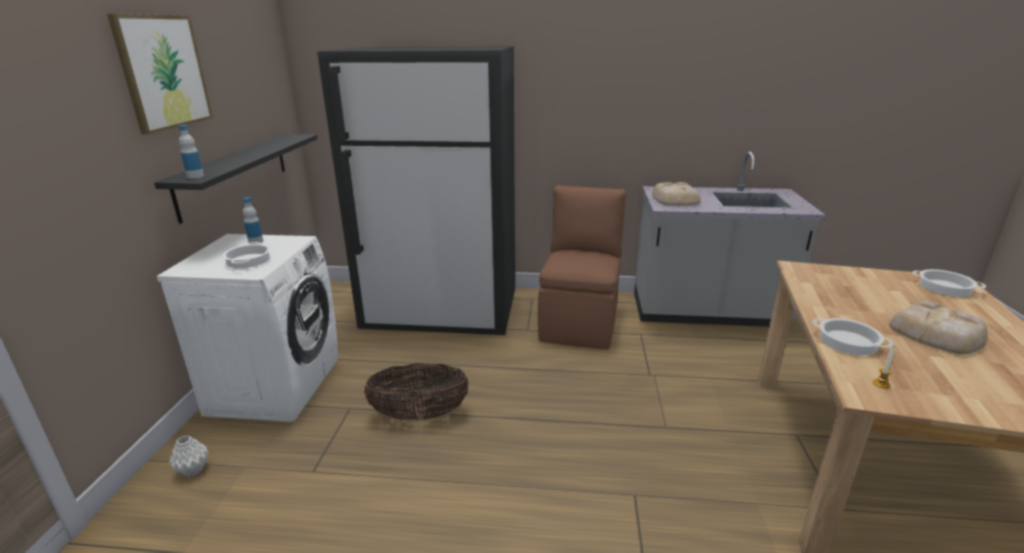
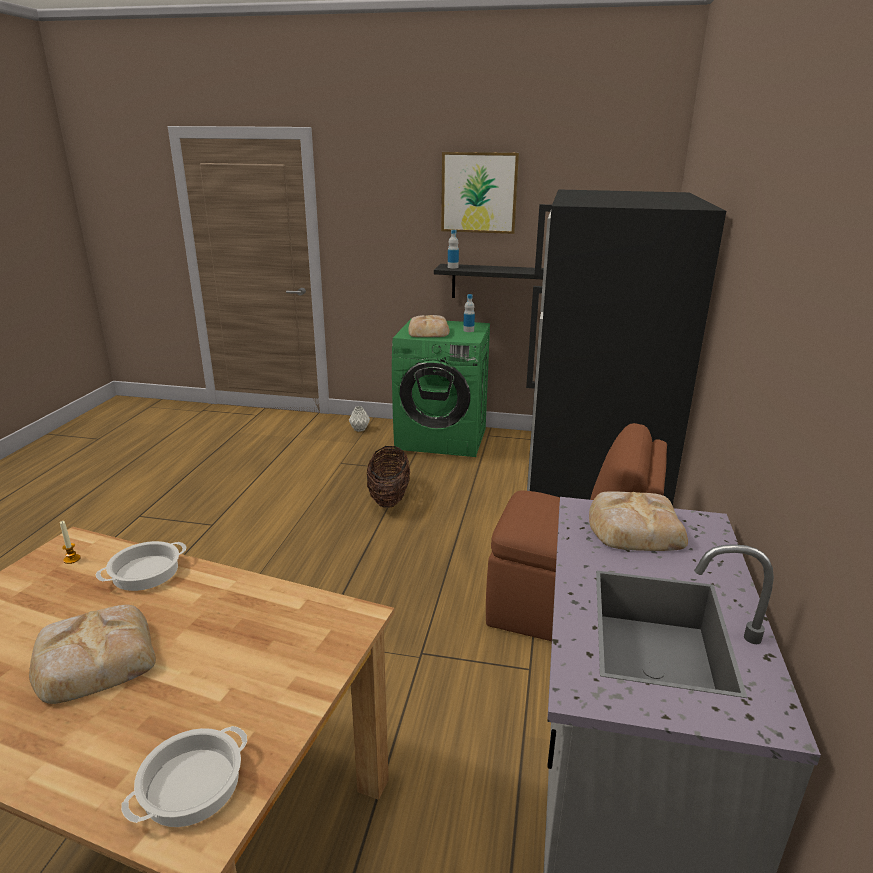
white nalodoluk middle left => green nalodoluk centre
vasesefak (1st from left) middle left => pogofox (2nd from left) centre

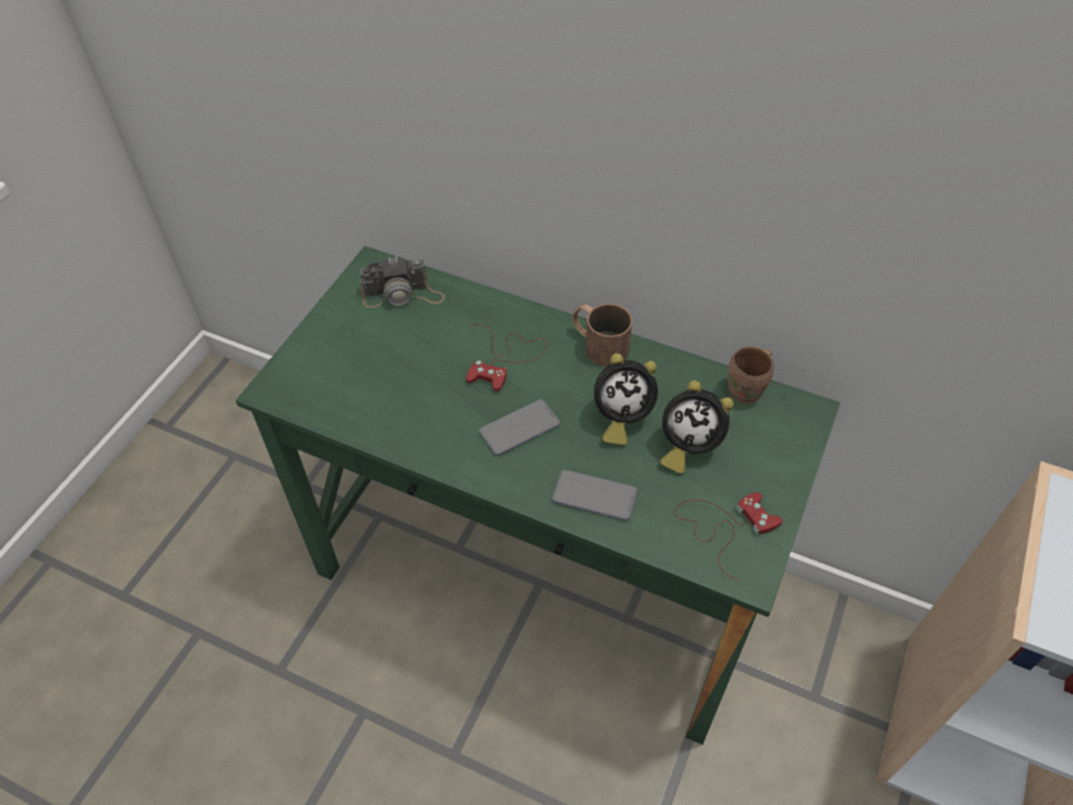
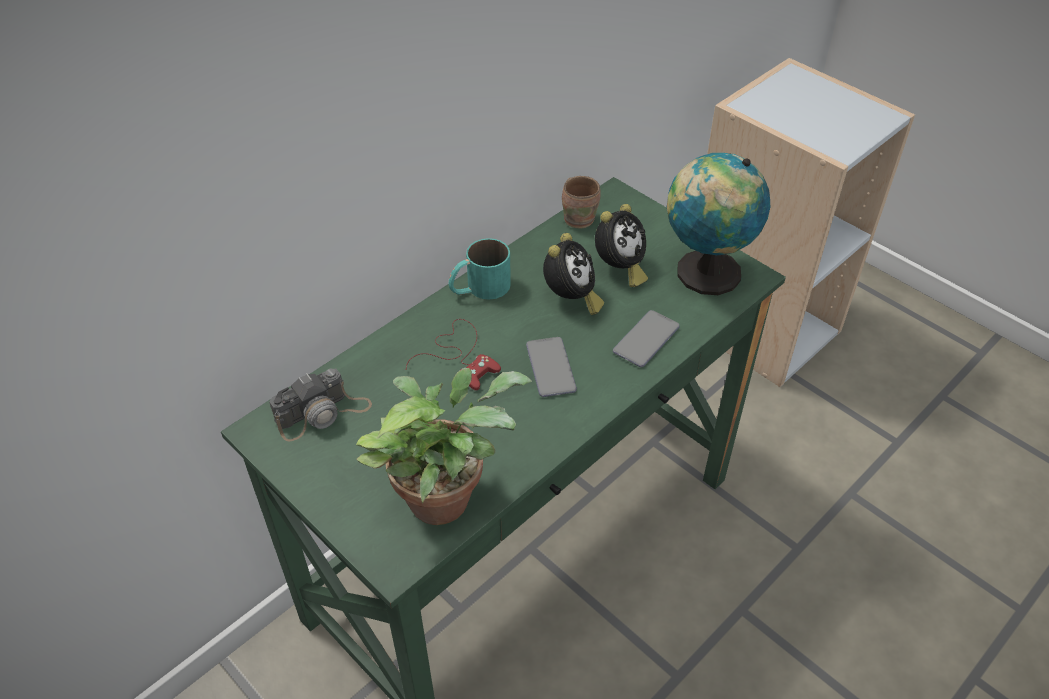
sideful centre => sideful middle left, 45 degrees clockwise
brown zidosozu (1st from left) centre => turquoise zidosozu centre
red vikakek (2nd from left) middle right => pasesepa top right
nothing => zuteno centre

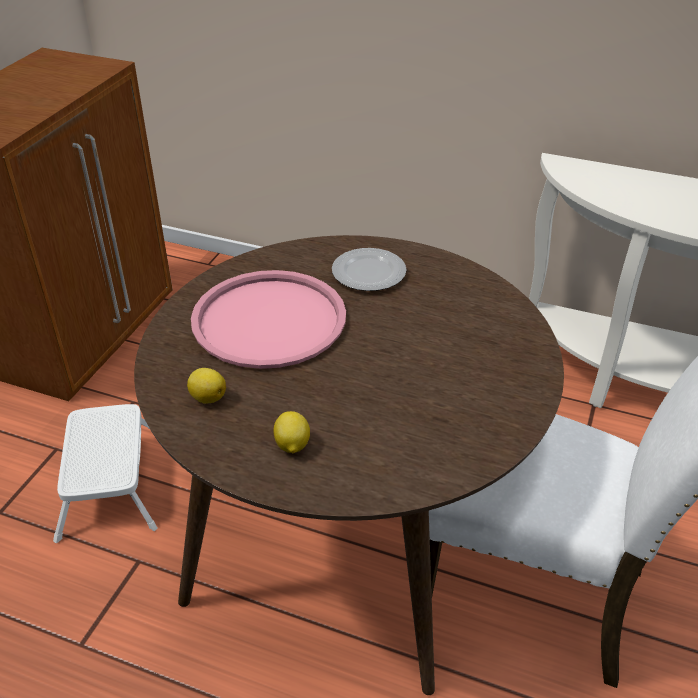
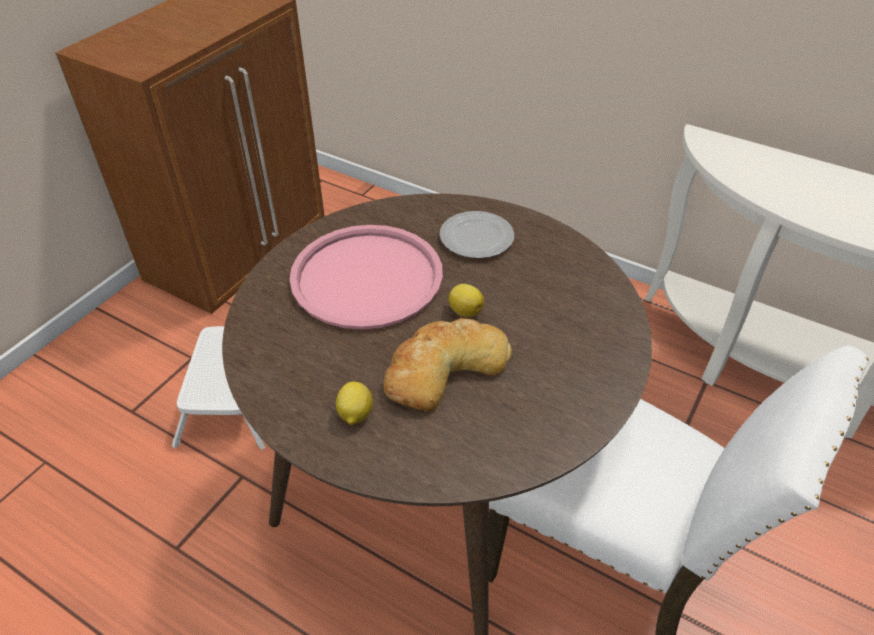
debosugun (1st from left in the first image) middle left => debosugun (2nd from left) centre, moved
nothing => pogofox centre

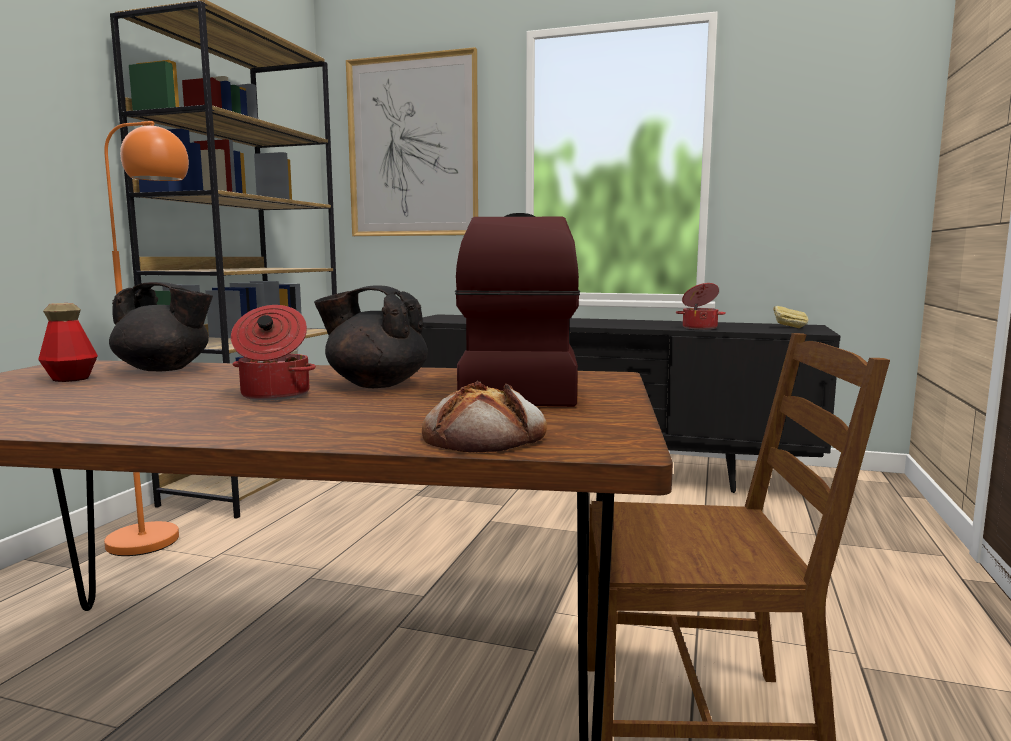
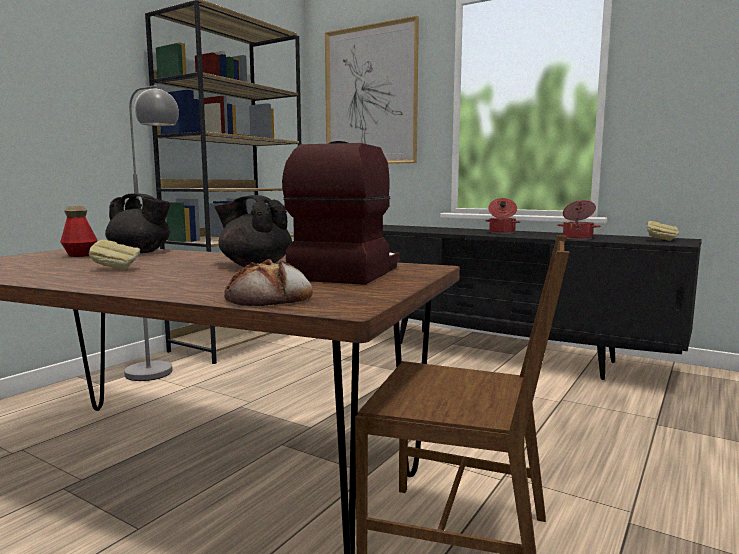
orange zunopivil middle left => grey zunopivil middle left
vasesefak (1st from left) middle left => vasesefak (1st from left) middle right, moved
nothing => pogofox (1st from left) middle left

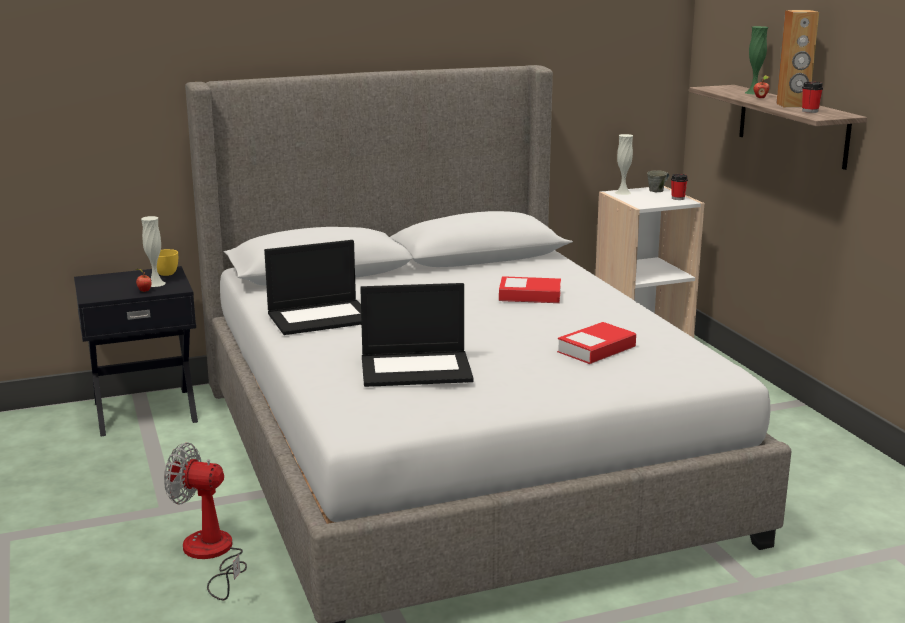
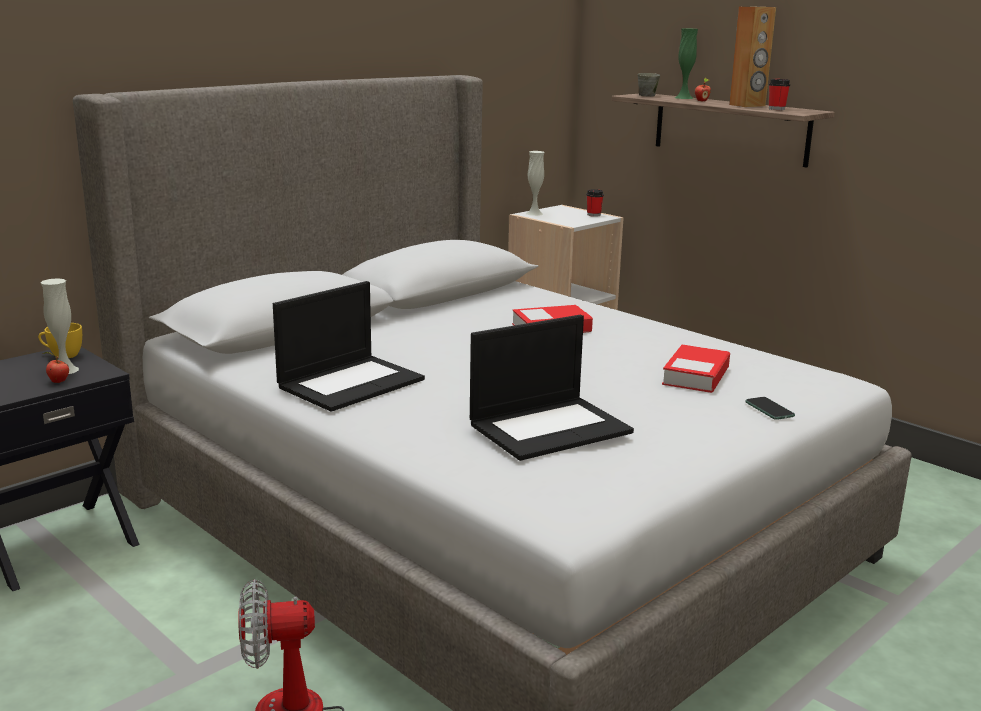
grey zidosozu top right => grey zidosozu top centre, moved
nothing => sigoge middle right

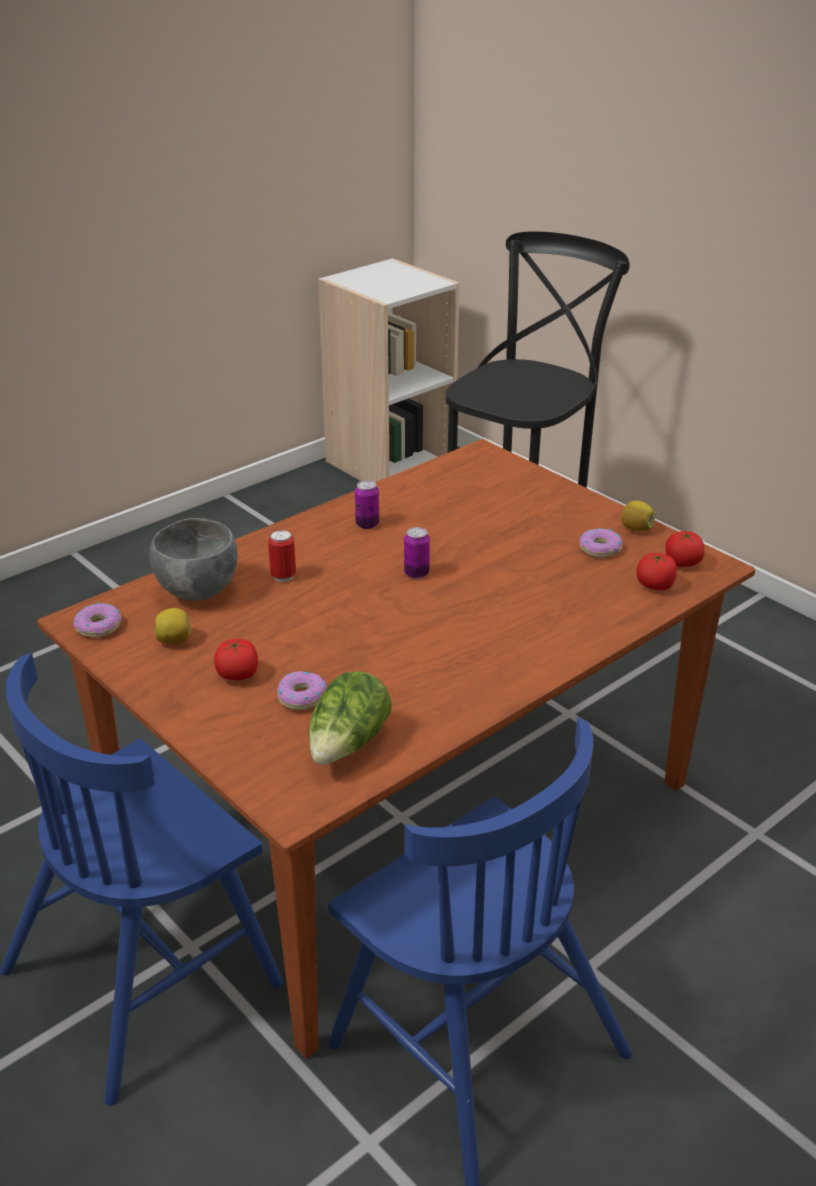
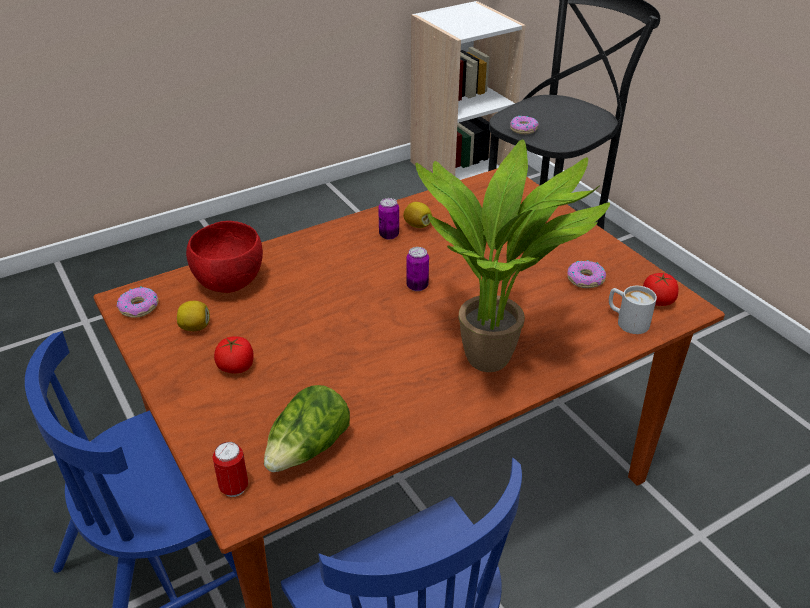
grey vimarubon middle left => red vimarubon middle left
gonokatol (1st from left) centre => gonokatol (1st from left) bottom left, moved
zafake (2nd from left) centre => zafake (2nd from left) top centre, moved
debosugun (2nd from left) middle right => debosugun (2nd from left) centre, moved
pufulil (2nd from left) middle right => white zidosozu middle right
nothing => zuteno centre

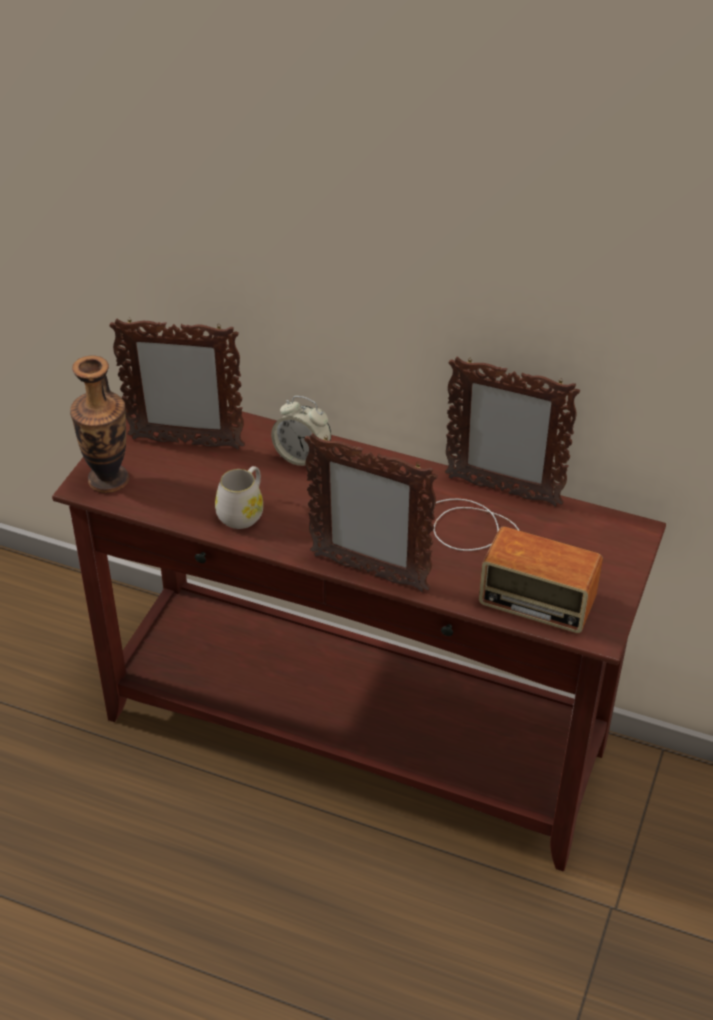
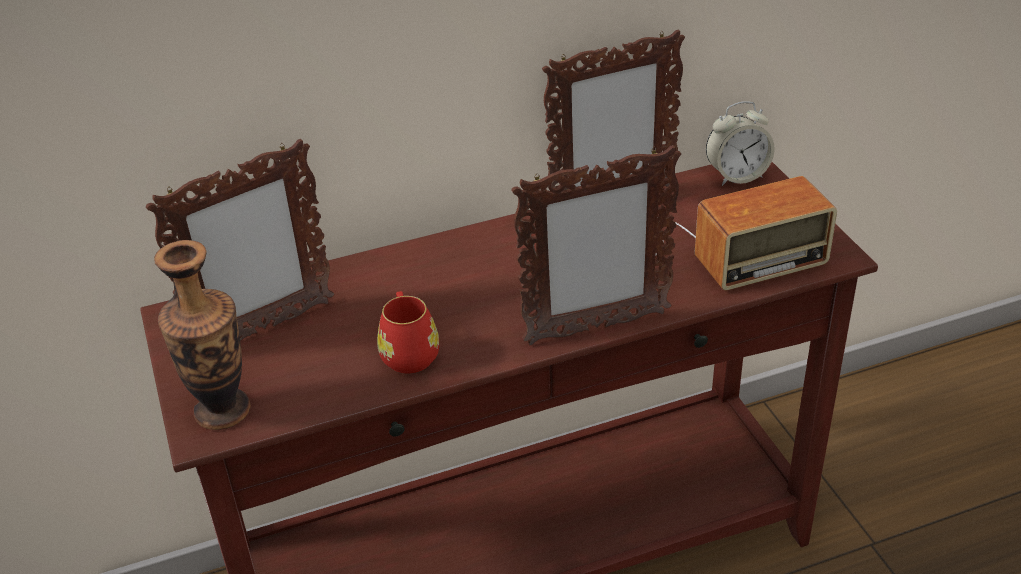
white zidosozu centre => red zidosozu centre
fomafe centre => fomafe top right, moved

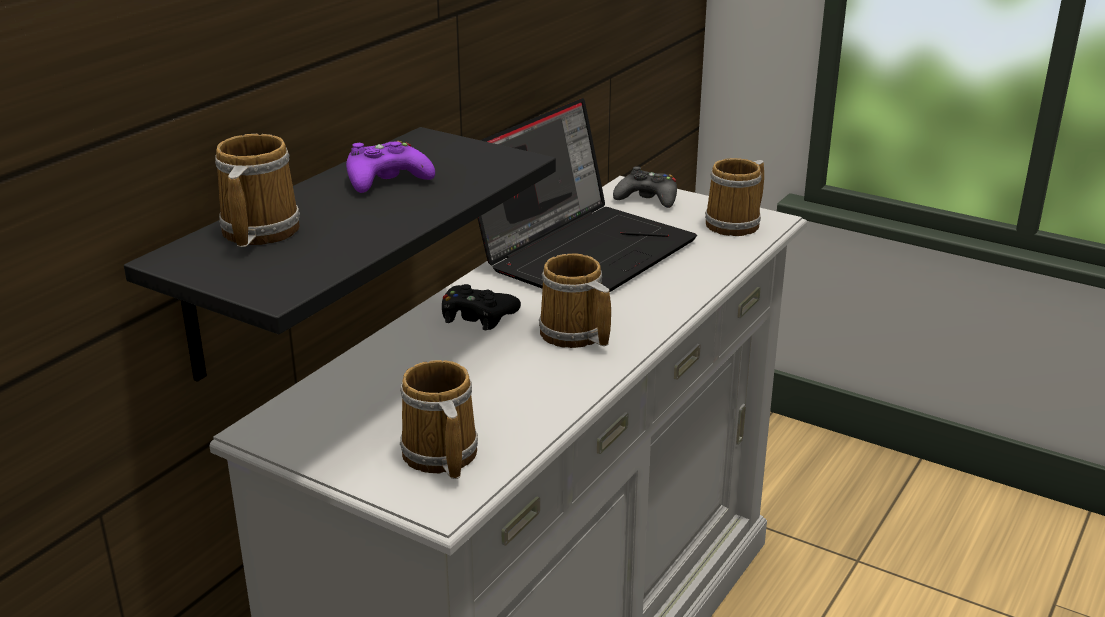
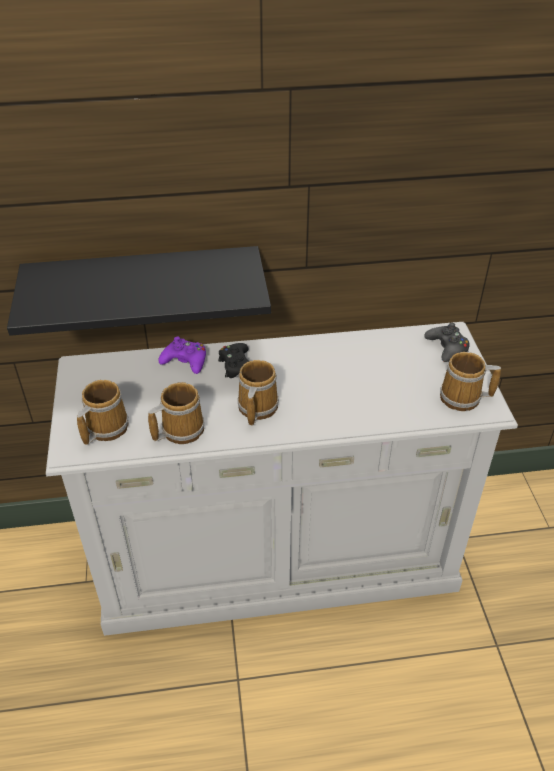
zidosozu (1st from left in the first image) top left => zidosozu (2nd from left) middle left, moved
purple vikakek top centre => purple vikakek middle left, moved
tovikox top centre => nothing

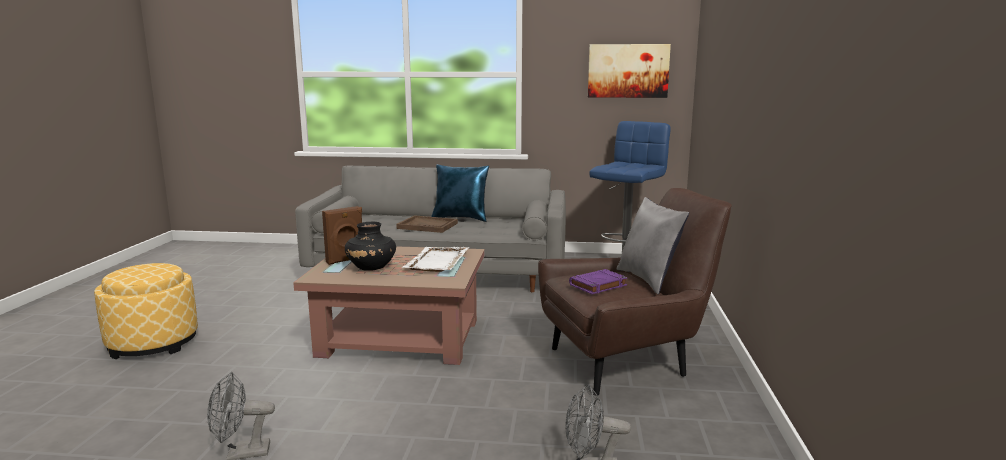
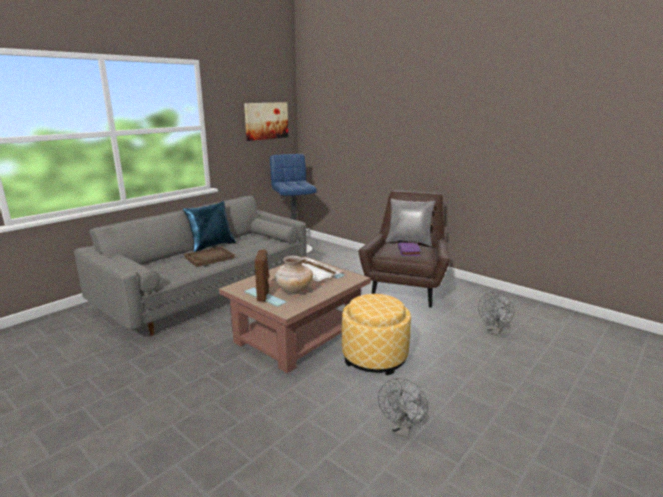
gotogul bottom left => gotogul bottom centre, moved
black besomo centre => beige besomo centre

